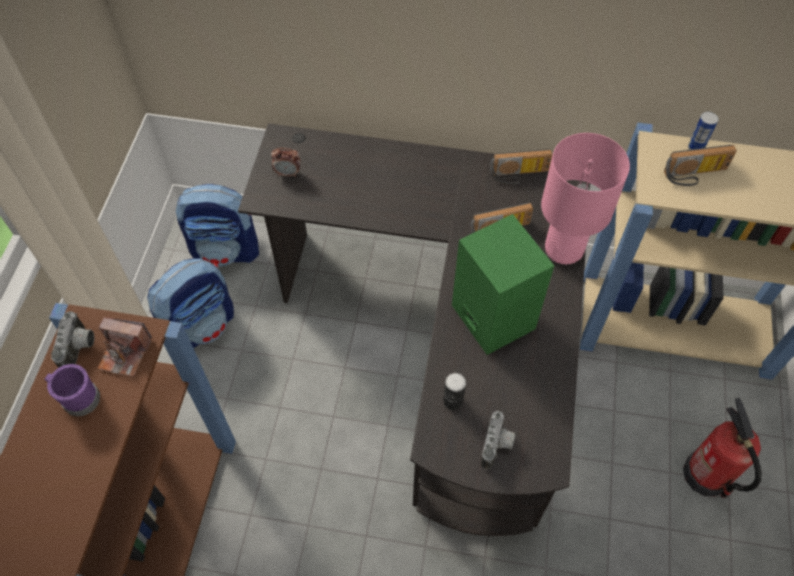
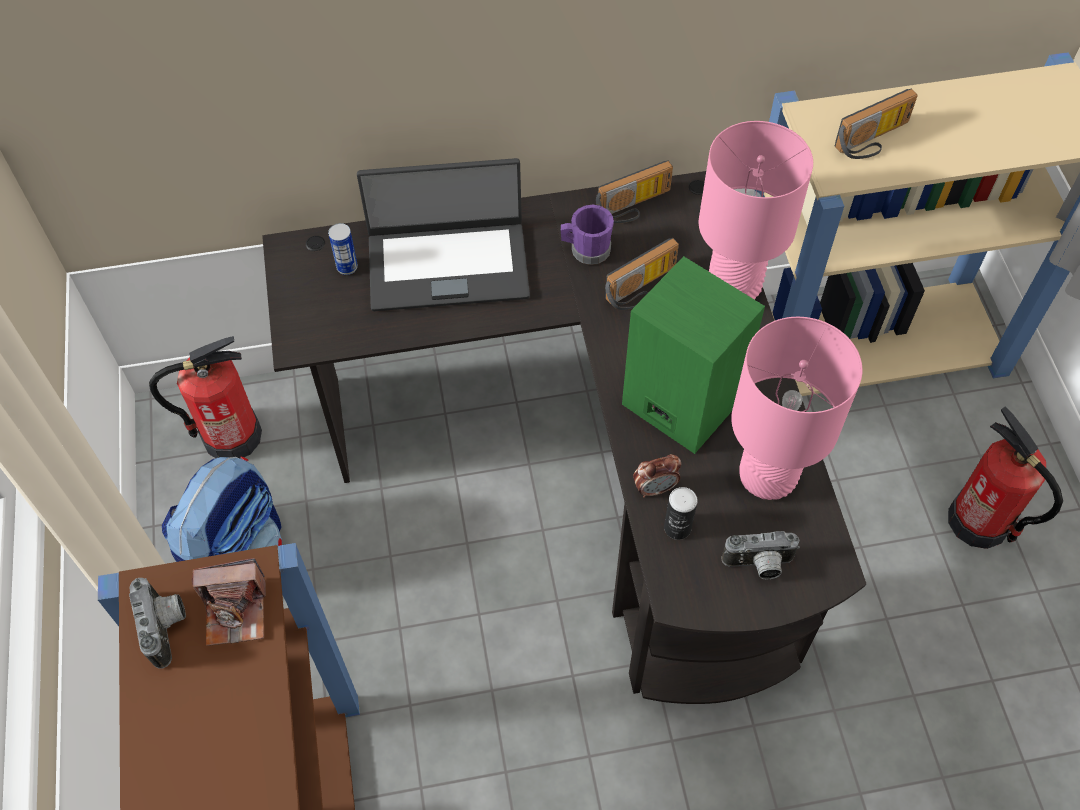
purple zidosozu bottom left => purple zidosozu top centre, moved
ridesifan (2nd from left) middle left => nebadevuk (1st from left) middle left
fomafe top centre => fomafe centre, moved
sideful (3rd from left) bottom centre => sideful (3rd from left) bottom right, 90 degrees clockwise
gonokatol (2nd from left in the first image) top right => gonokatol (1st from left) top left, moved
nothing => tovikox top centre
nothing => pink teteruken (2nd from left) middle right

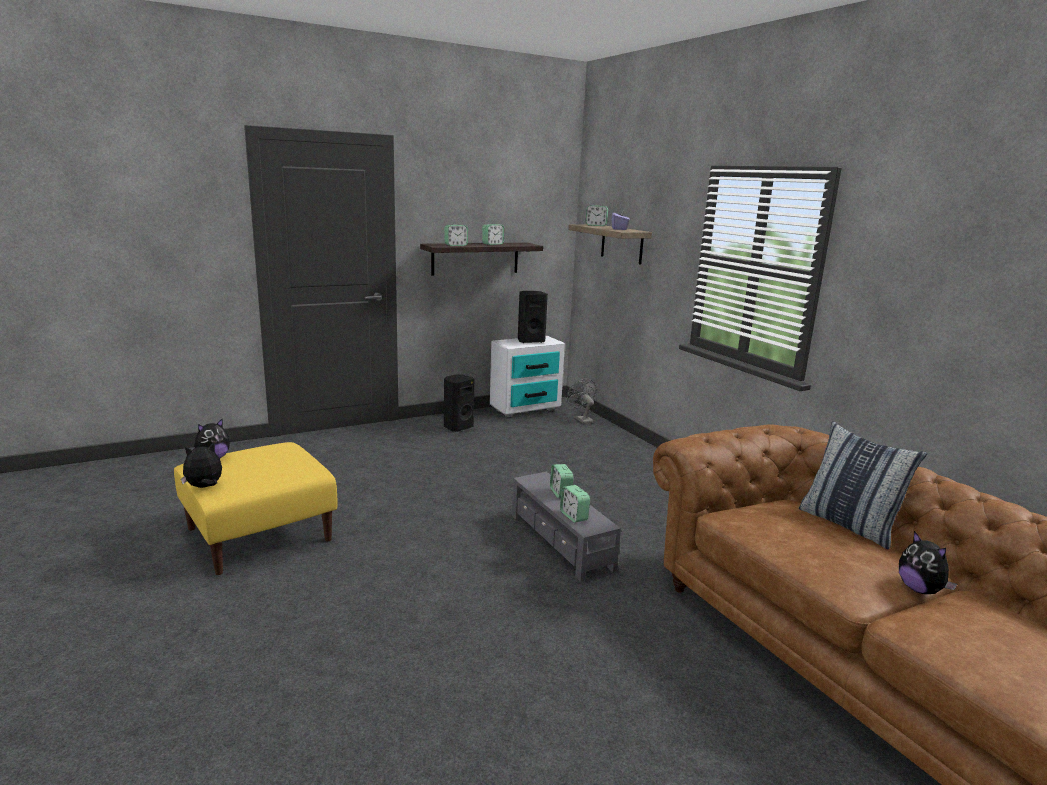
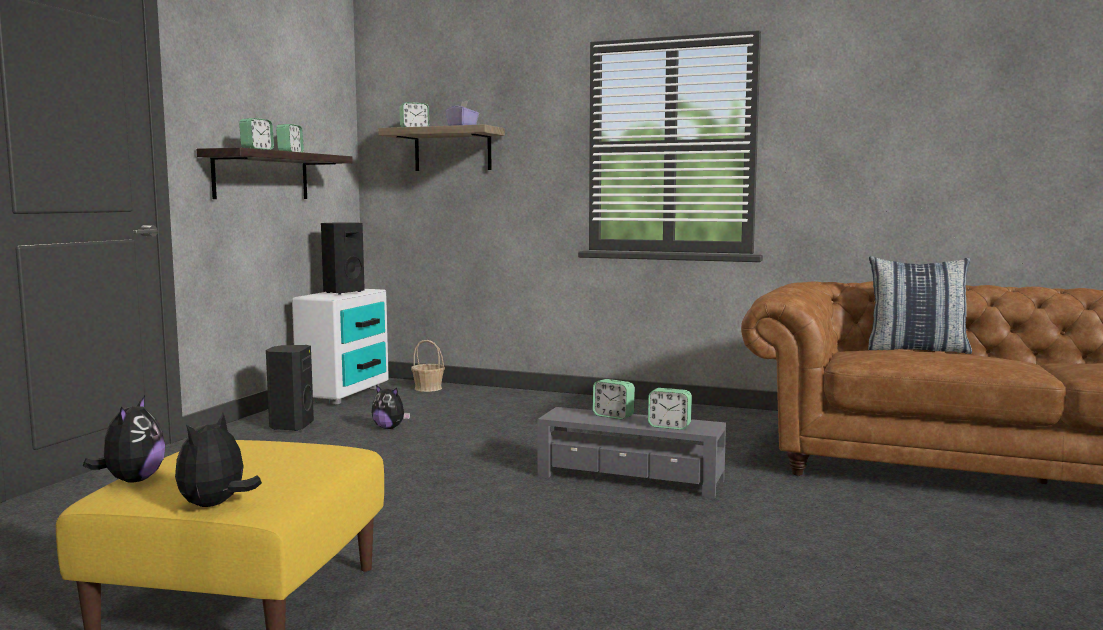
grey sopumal centre => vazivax centre
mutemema (3rd from left) bottom right => mutemema (3rd from left) centre, moved

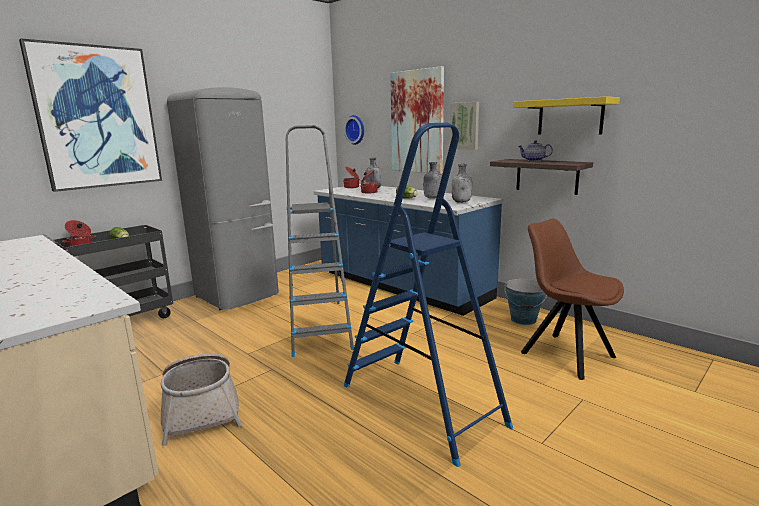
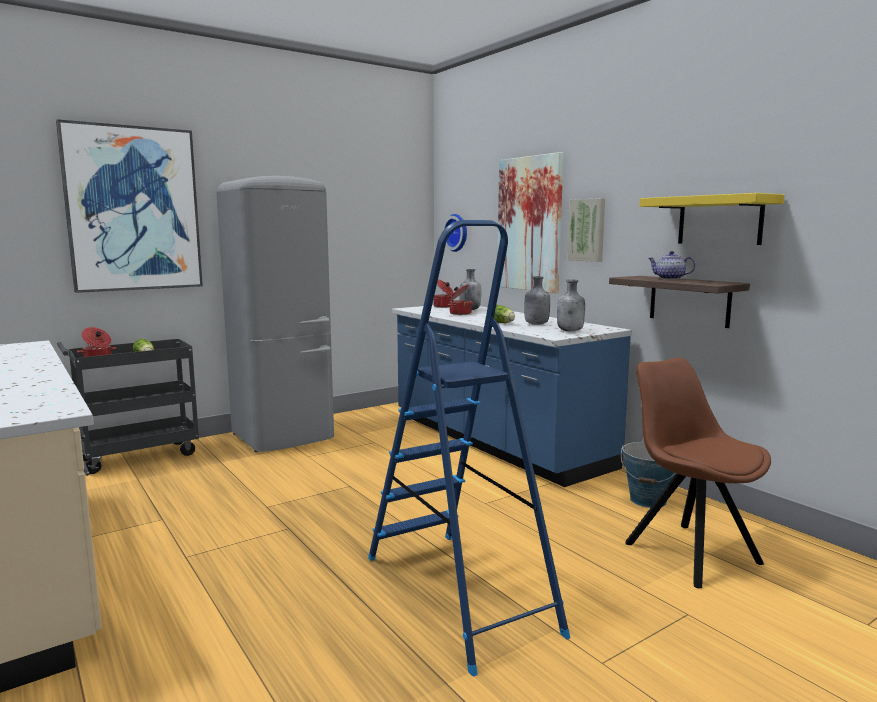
vazivax bottom left => nothing
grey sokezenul centre => nothing

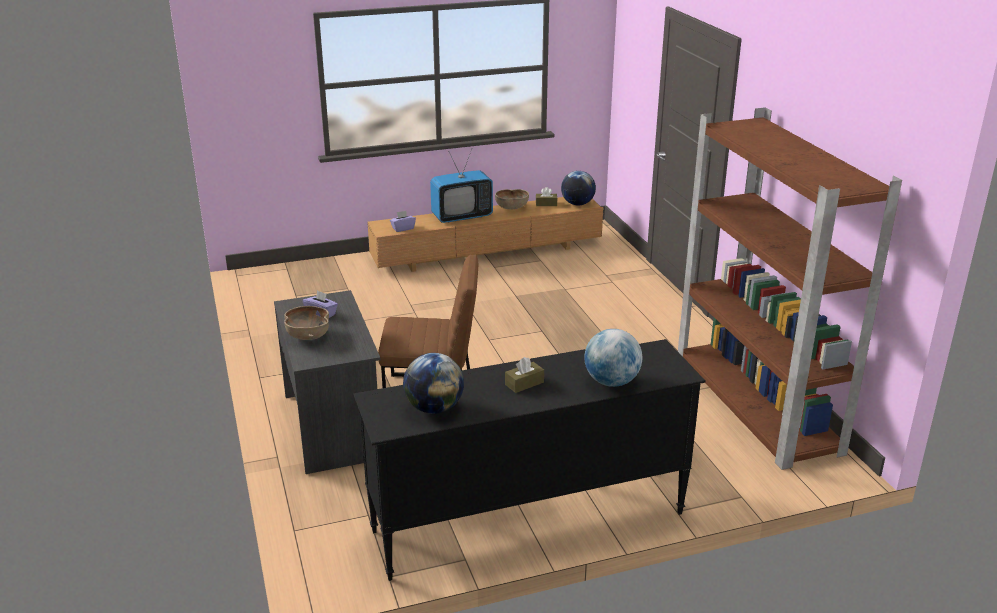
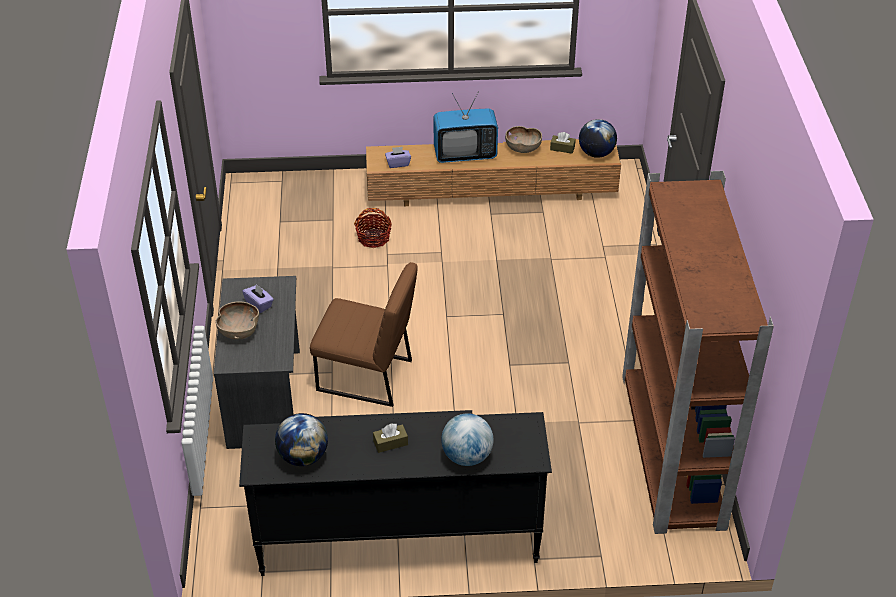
nothing => vazivax centre

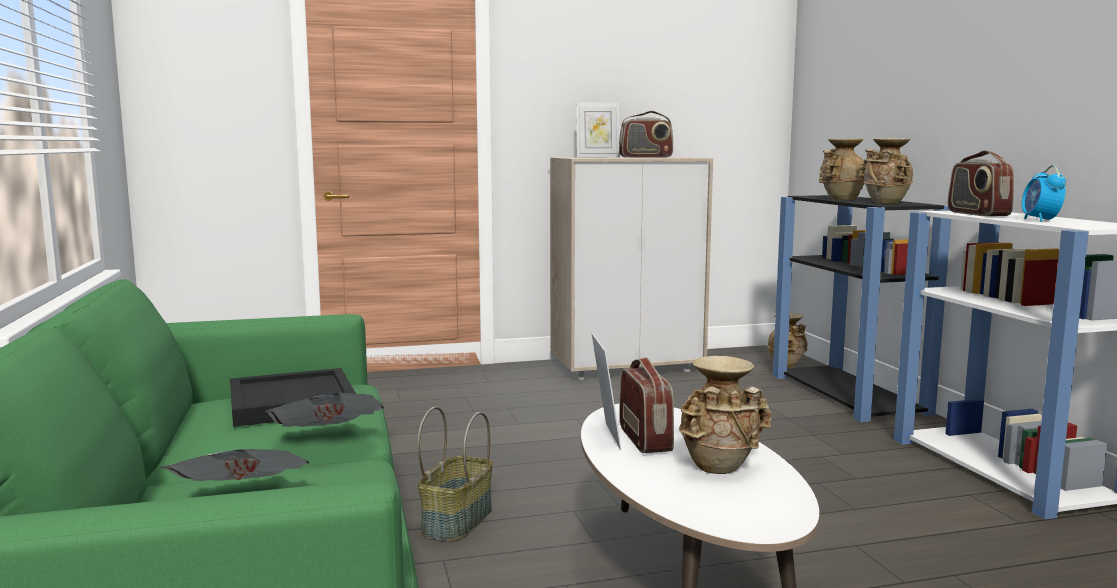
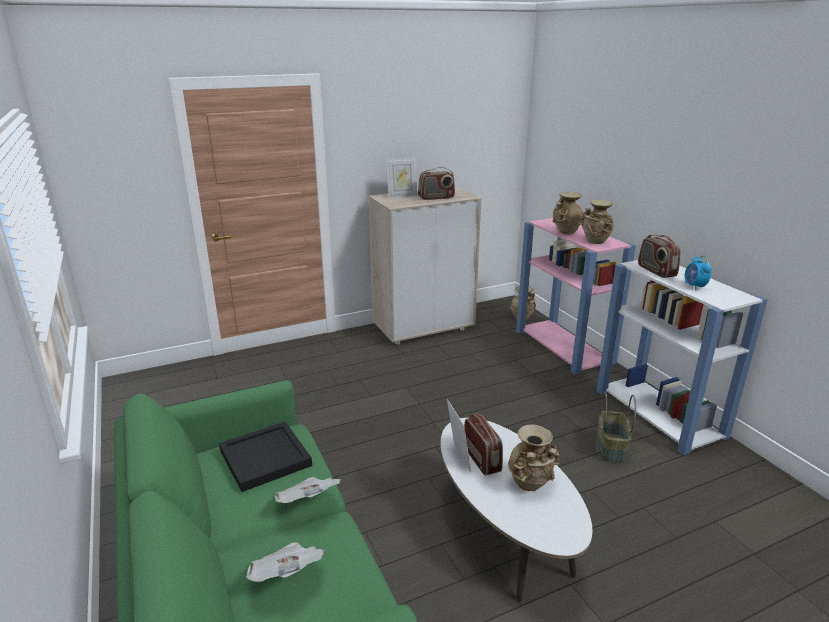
vazivax bottom centre => vazivax bottom right, moved
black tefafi middle right => pink tefafi middle right

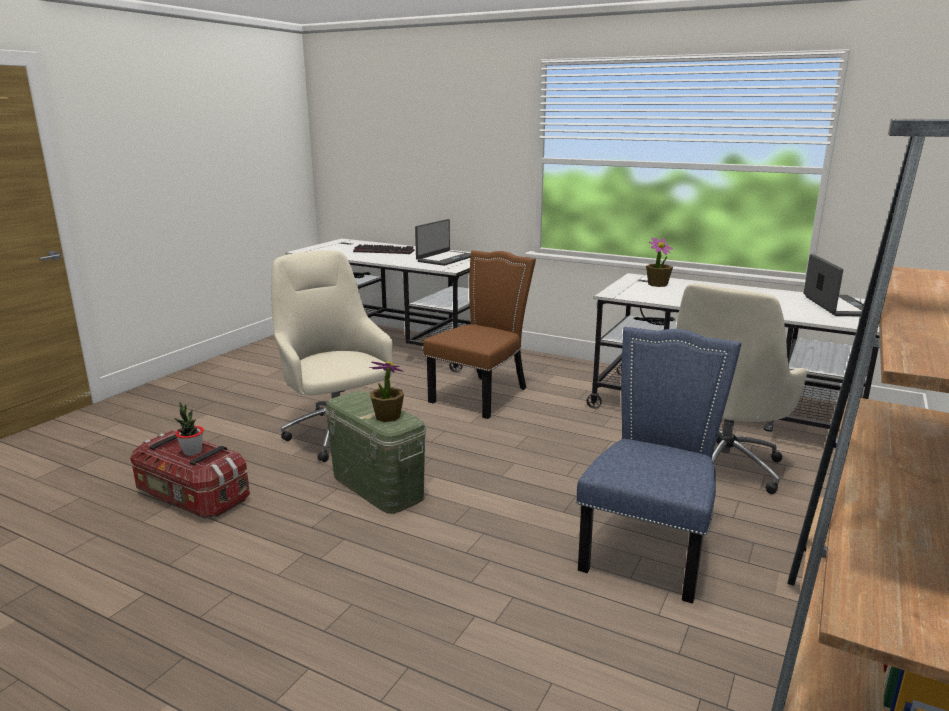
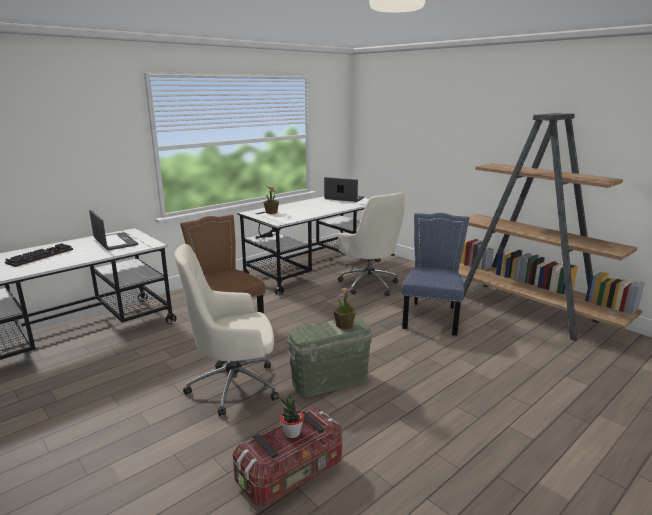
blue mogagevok middle right, 60 degrees clockwise

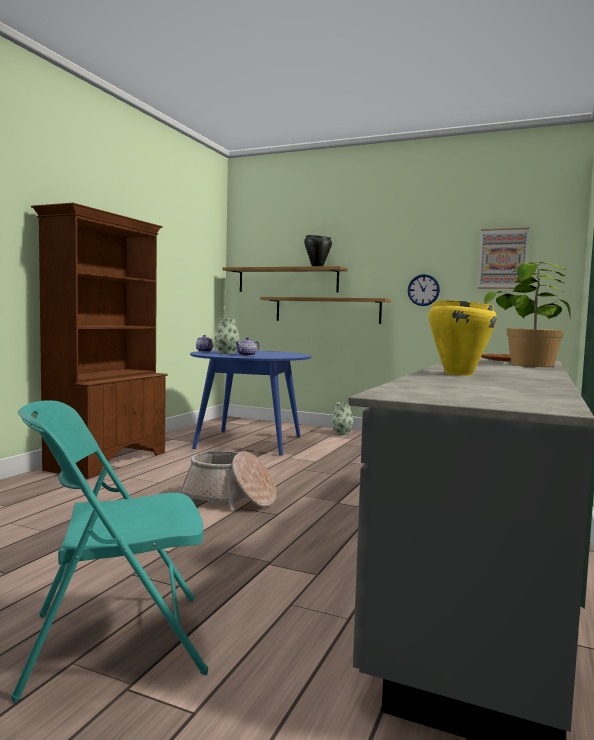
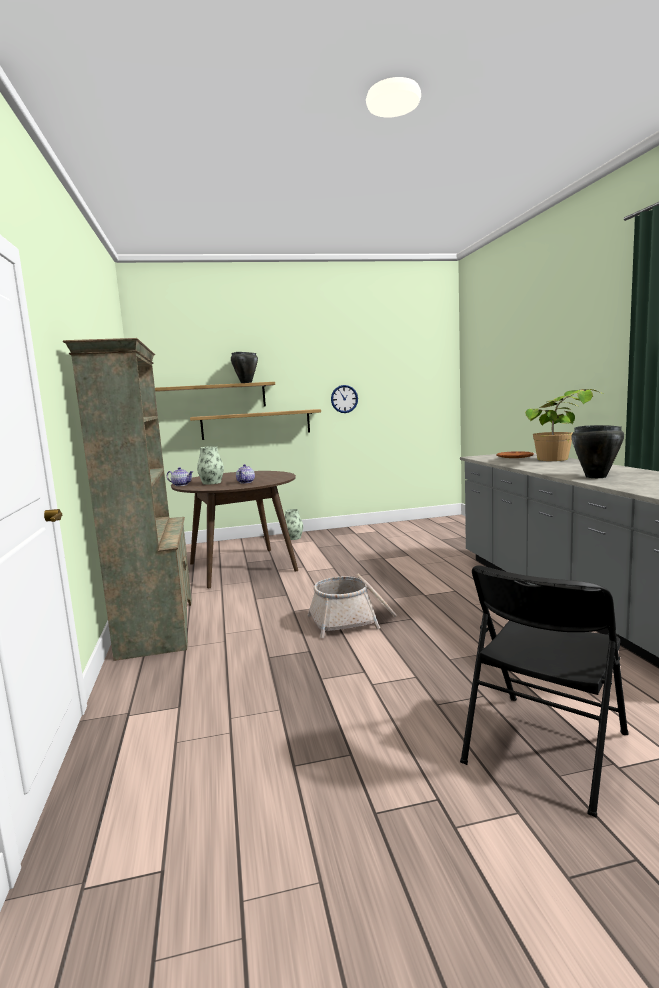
turquoise mogagevok bottom left => black mogagevok bottom right
brown tefafi middle left => green tefafi middle left
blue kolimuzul centre => brown kolimuzul centre
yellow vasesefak middle right => black vasesefak (2nd from left) middle right
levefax middle right => nothing

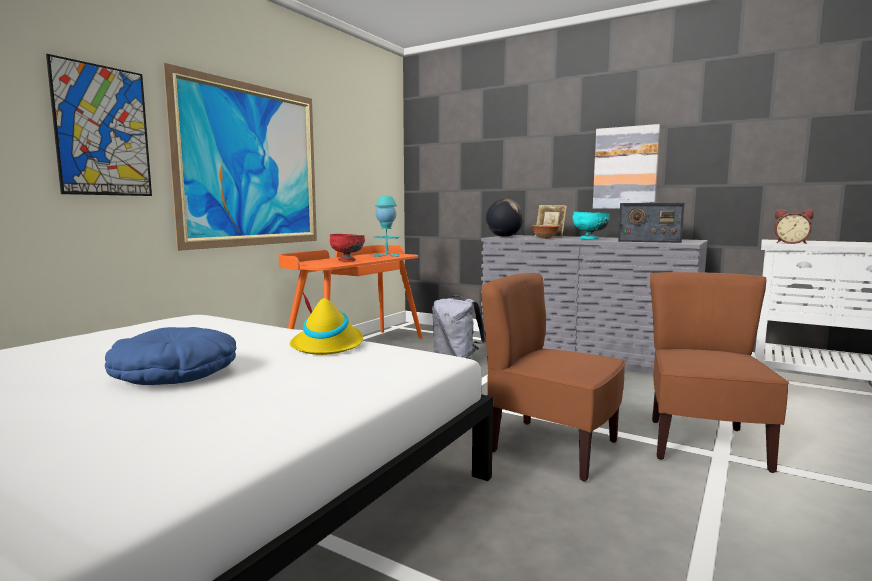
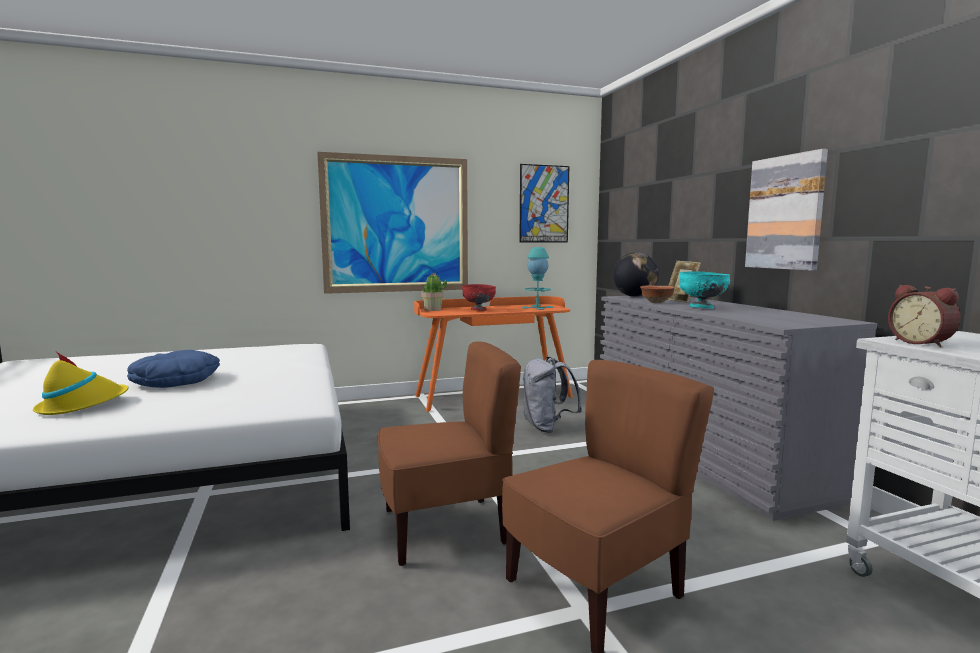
levefax (1st from left in the first image) top left => levefax (2nd from left) top centre, moved
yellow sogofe centre => yellow sogofe middle left, moved
brown mogagevok (1st from left) centre => brown mogagevok (1st from left) bottom centre, 90 degrees clockwise
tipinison middle right => nothing
nothing => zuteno centre

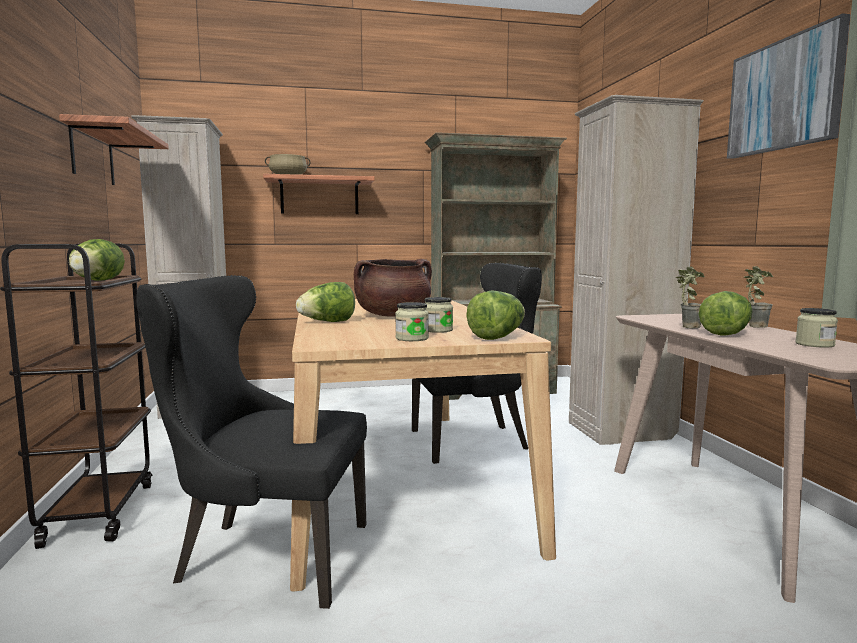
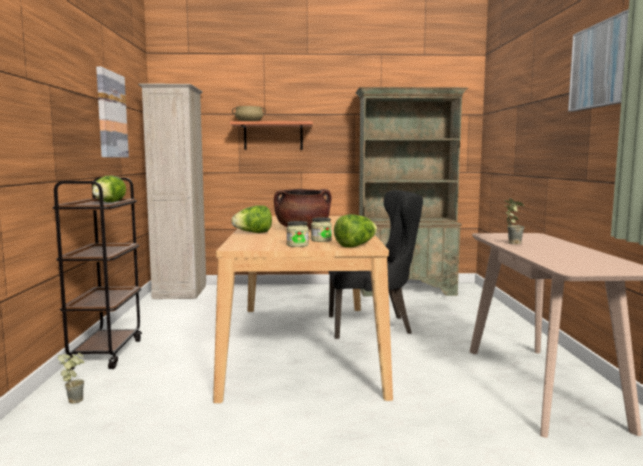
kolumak (1st from left) top left => levefax (1st from left) top left
black mogagevok (1st from left) bottom left => nothing
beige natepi (2nd from left) middle right => nothing
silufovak (4th from left) middle right => nothing
zuteno (2nd from left in the first image) middle right => zuteno (1st from left) bottom left, moved
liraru (3rd from left) middle right => nothing

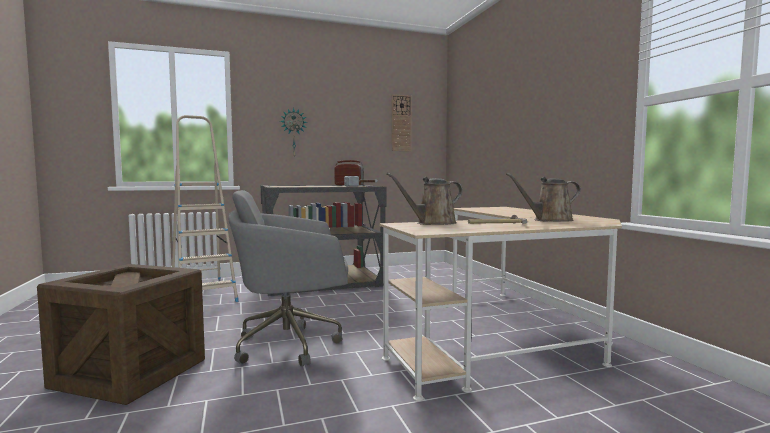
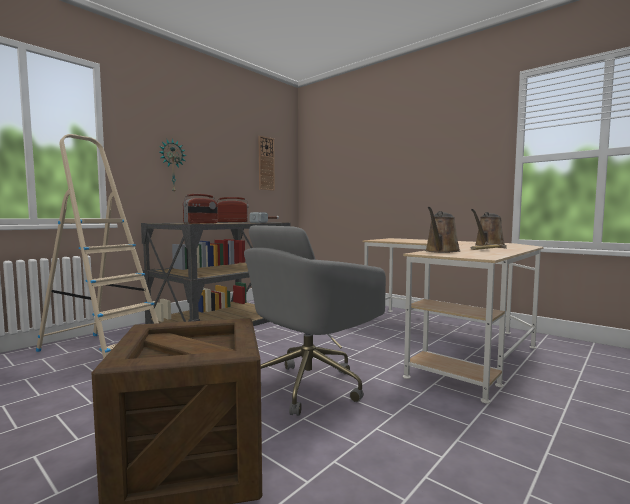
nothing => tipinison (1st from left) middle left

